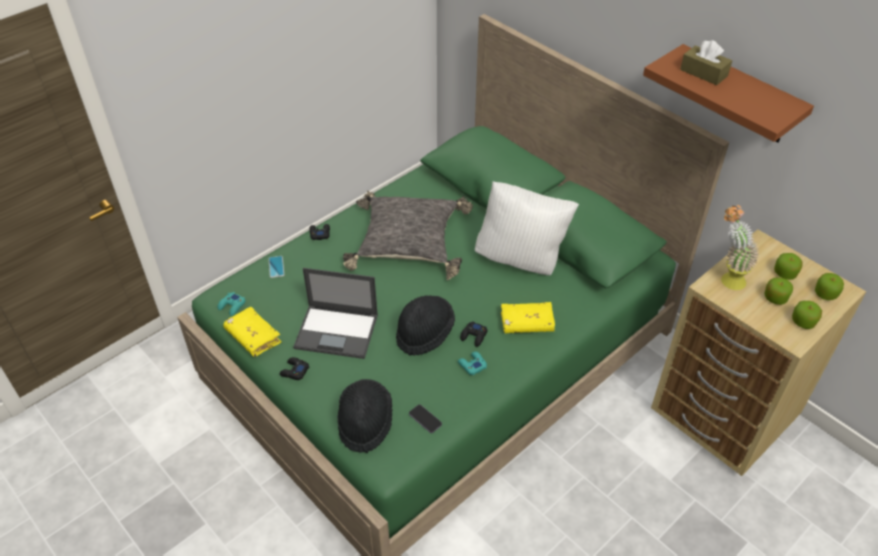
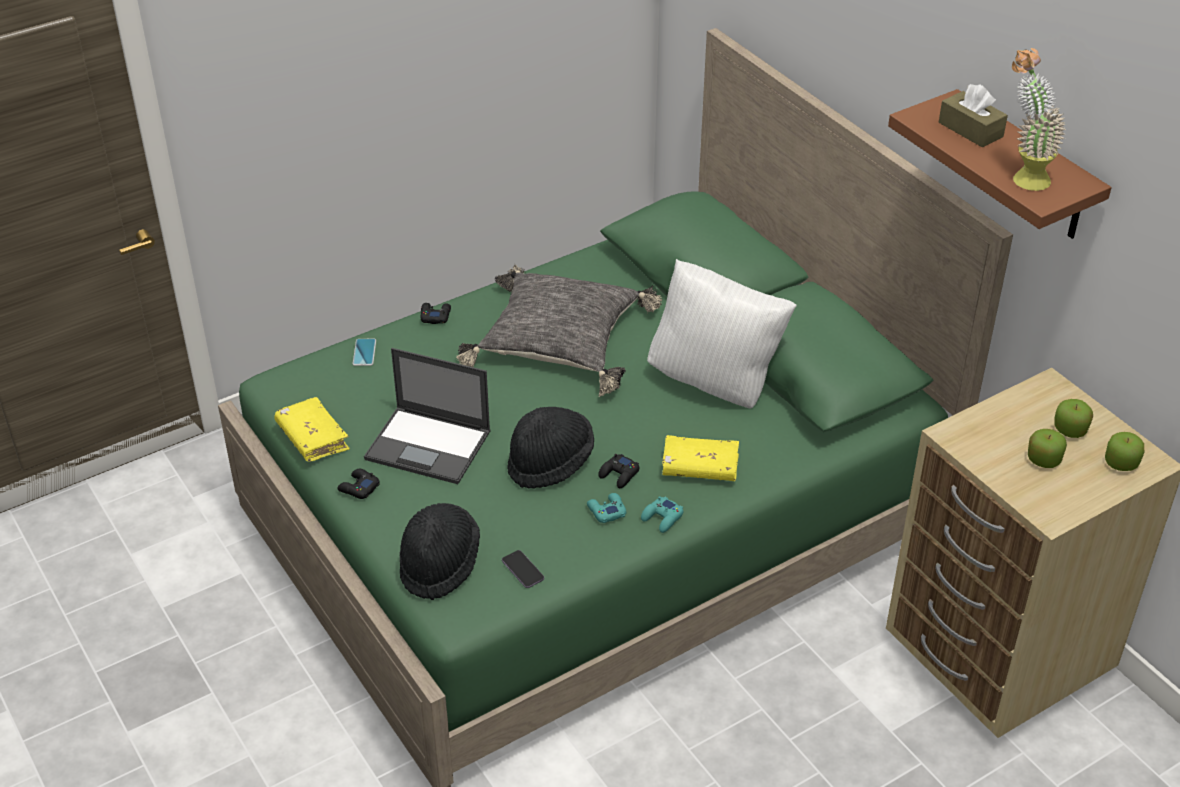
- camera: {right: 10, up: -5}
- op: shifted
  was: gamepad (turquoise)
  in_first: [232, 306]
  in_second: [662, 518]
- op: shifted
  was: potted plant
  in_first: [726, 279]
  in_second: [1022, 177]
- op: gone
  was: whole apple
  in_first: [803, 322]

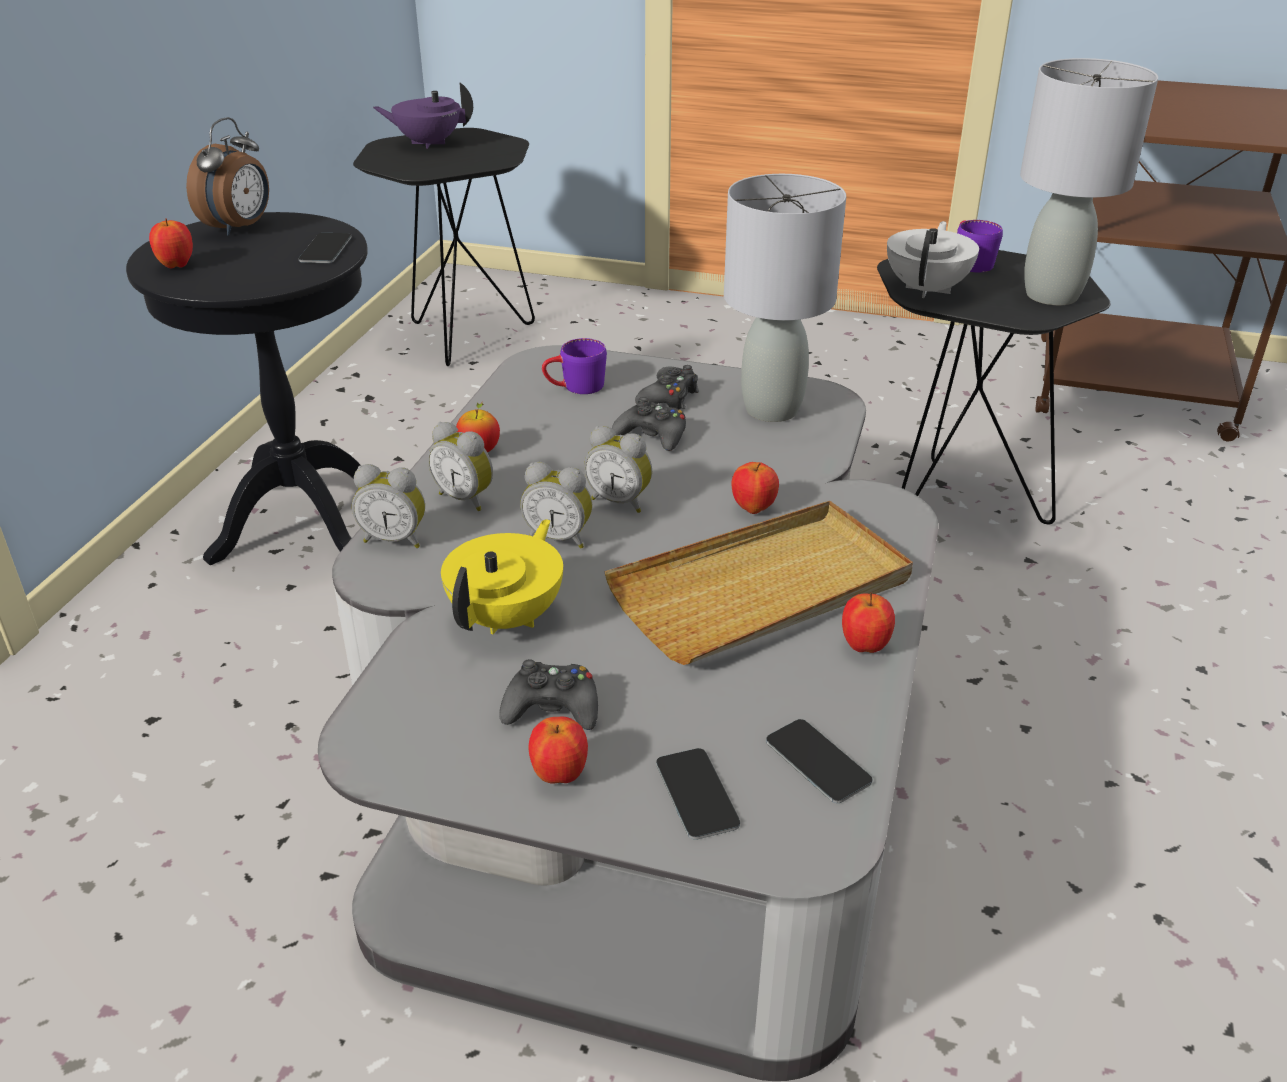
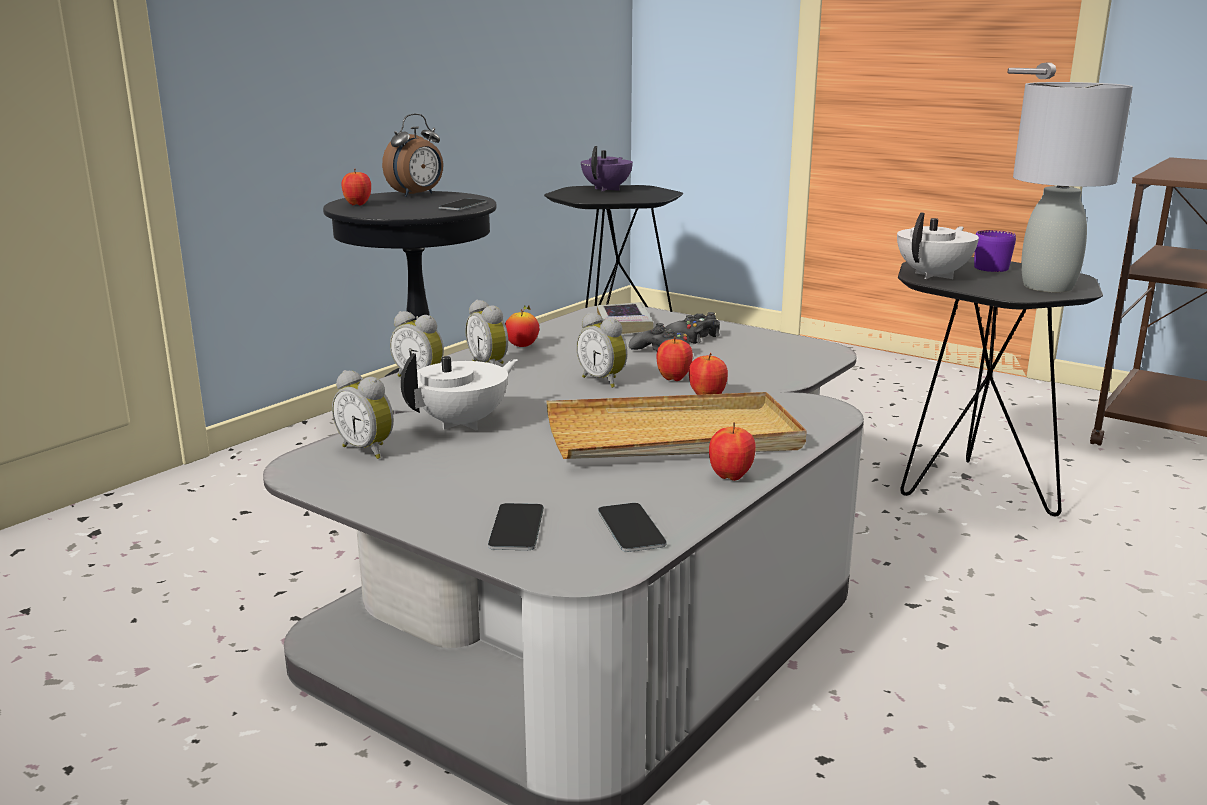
- camera: {right: 20, up: -15}
- op: shifted
  was: table clock
  in_first: [559, 537]
  in_second: [369, 450]
- op: repainted
  was: pot for tea (yellowish)
  now: pot for tea (whitish)
  in_first: [508, 617]
  in_second: [463, 423]
- op: rotated
  was: pot for tea (purplish)
  in_first: [428, 143]
  in_second: [607, 189]
  clockwise: 90
- op: swapped
  was: tea mug (purplish)
  now: book
  in_first: [575, 387]
  in_second: [624, 325]
- op: shifted
  was: whole apple
  in_first: [559, 775]
  in_second: [674, 379]
- op: gone
  was: gamepad (black-coloured)
  in_first: [552, 707]
- op: gone
  was: tabletop lamp (greyish)
  in_first: [771, 410]

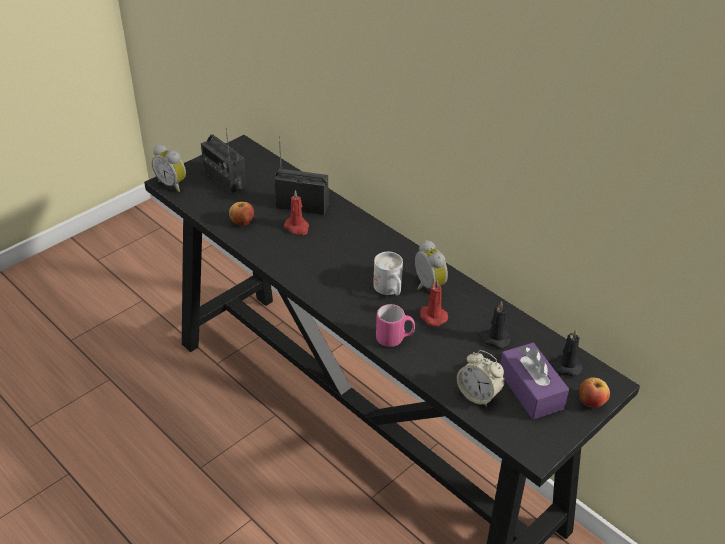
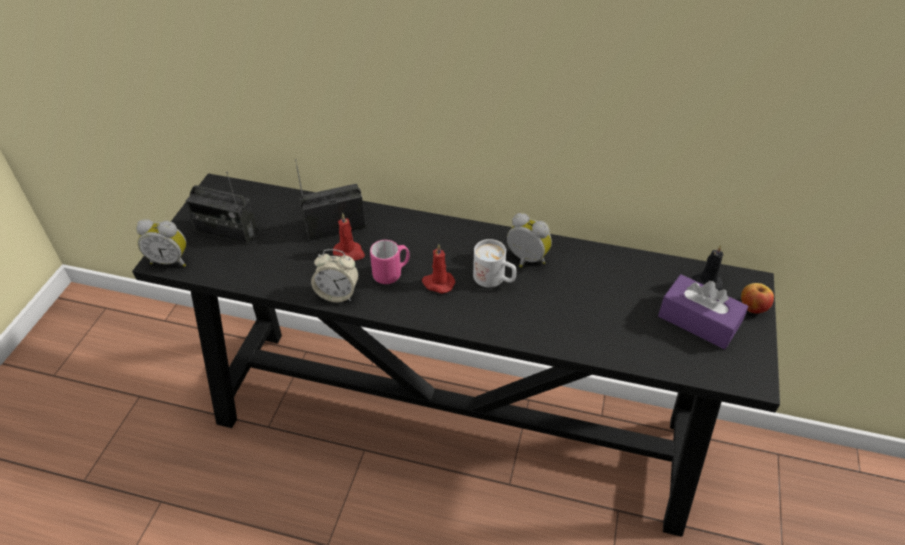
- camera: {right: -30, up: 5}
- op: shifted
  was: table clock
  in_first: [478, 395]
  in_second: [337, 293]
- op: shifted
  was: tea mug (pink-coloured)
  in_first: [394, 339]
  in_second: [392, 273]
- op: shifted
  was: wax candle (red)
  in_first: [432, 316]
  in_second: [438, 283]
- op: gone
  was: whole apple
  in_first: [242, 222]
- op: gone
  was: wax candle (black-coloured)
  in_first: [494, 339]

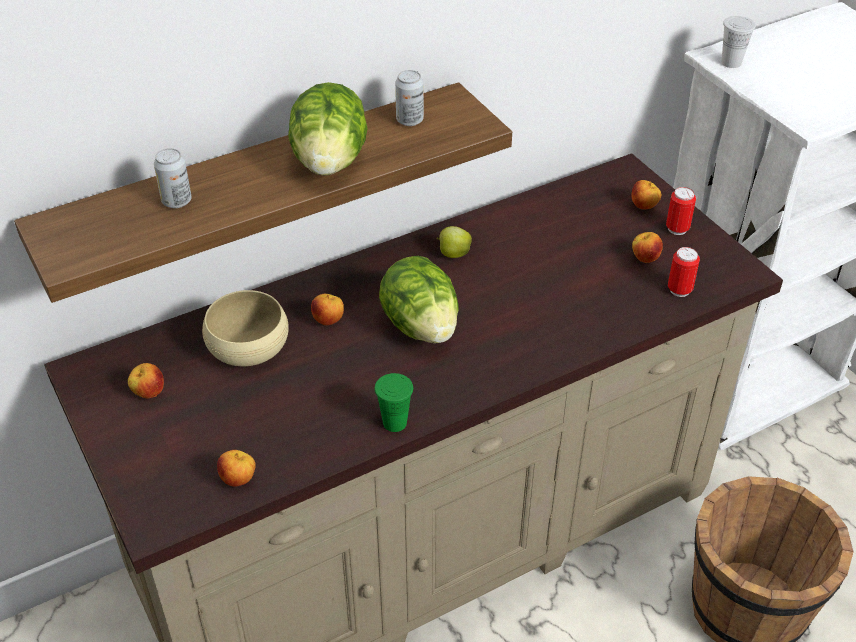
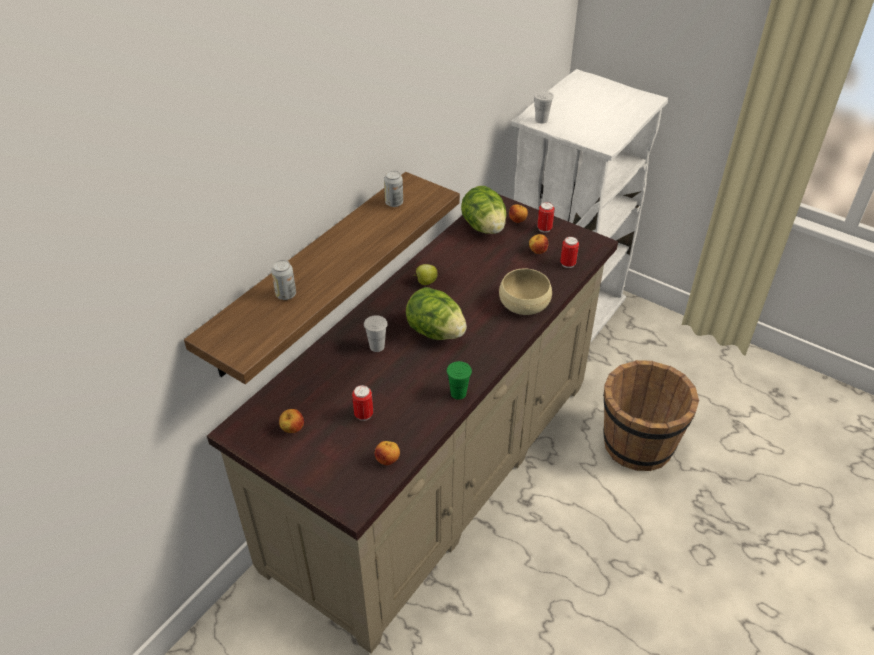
- camera: {right: -25, up: 0}
- op: new
  now: metal can
  in_second: [363, 415]
- op: swapped
  was: whole apple
  now: small cup (whitish)
  in_first: [329, 321]
  in_second: [377, 346]
- op: shifted
  was: lettuce head
  in_first: [330, 162]
  in_second: [484, 227]
- op: shifted
  was: bowl (sand-coloured)
  in_first: [248, 346]
  in_second: [524, 303]

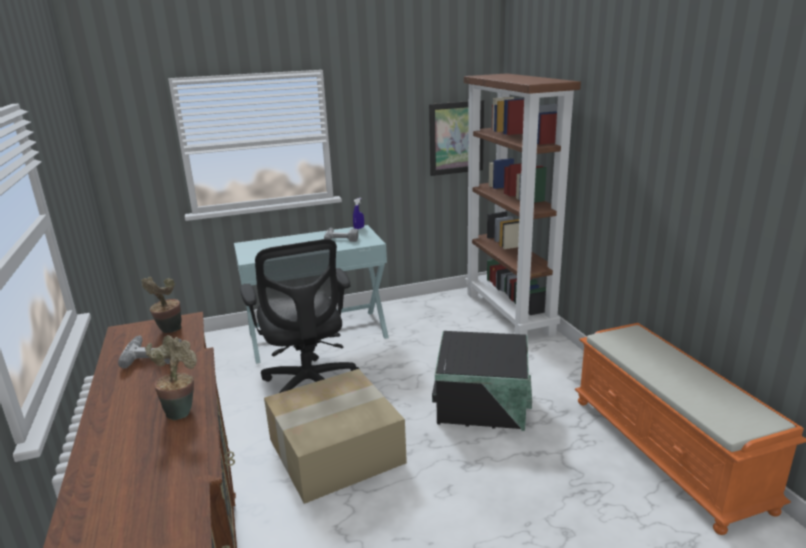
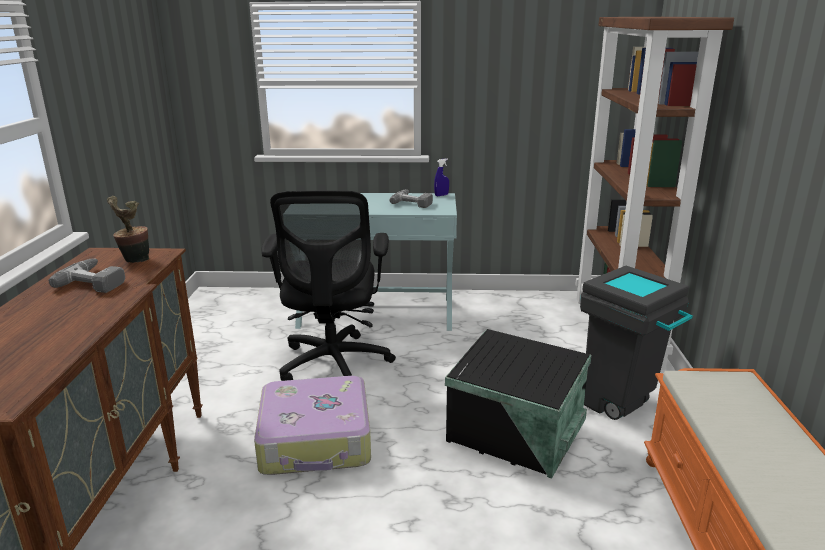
- camera: {right: 20, up: 0}
- op: swapped
  was: packing box
  now: piece of luggage
  in_first: [337, 449]
  in_second: [316, 440]
- op: new
  now: trash can (greyish)
  in_second: [622, 408]
- op: gone
  was: potted plant
  in_first: [181, 410]
- op: gone
  was: wall picture
  in_first: [456, 138]

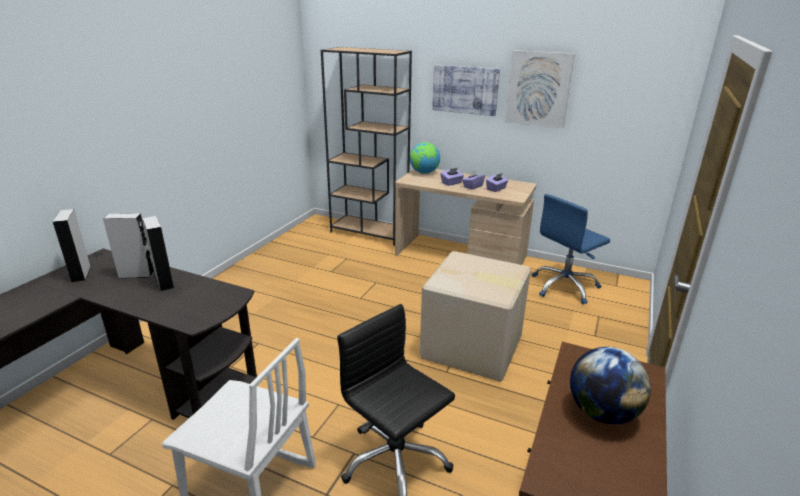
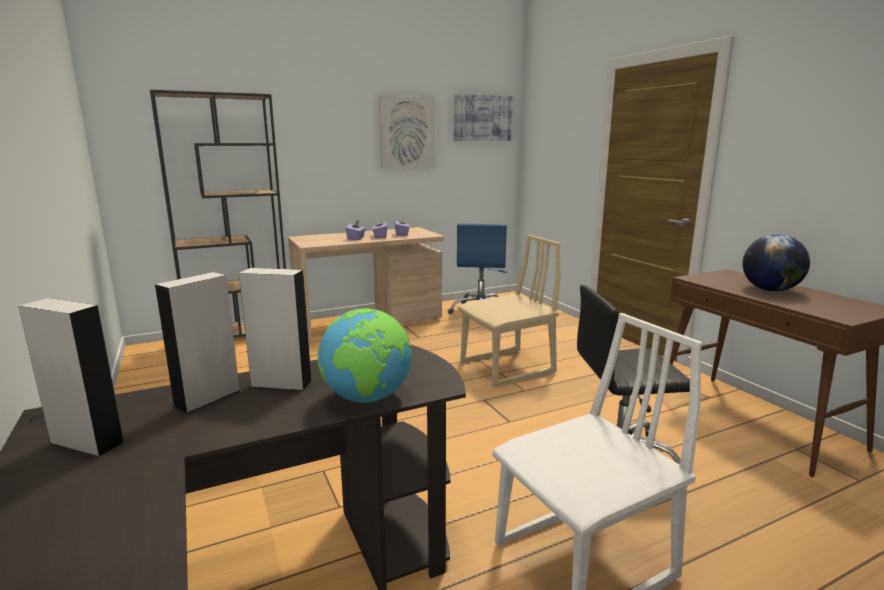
- camera: {right: -50, up: -10}
- op: shifted
  was: world globe
  in_first: [424, 173]
  in_second: [367, 398]
- op: shifted
  was: wall picture
  in_first: [465, 90]
  in_second: [482, 118]
- op: swapped
  was: packing box
  now: plain chair (sand-coloured)
  in_first: [472, 348]
  in_second: [507, 368]

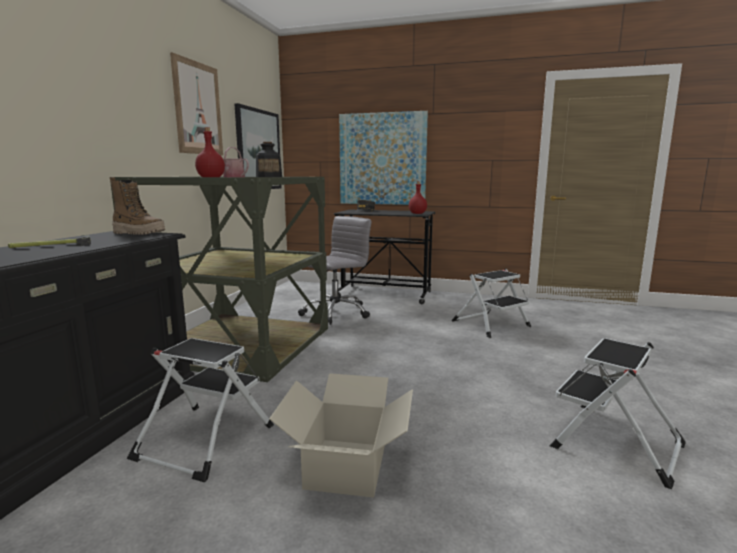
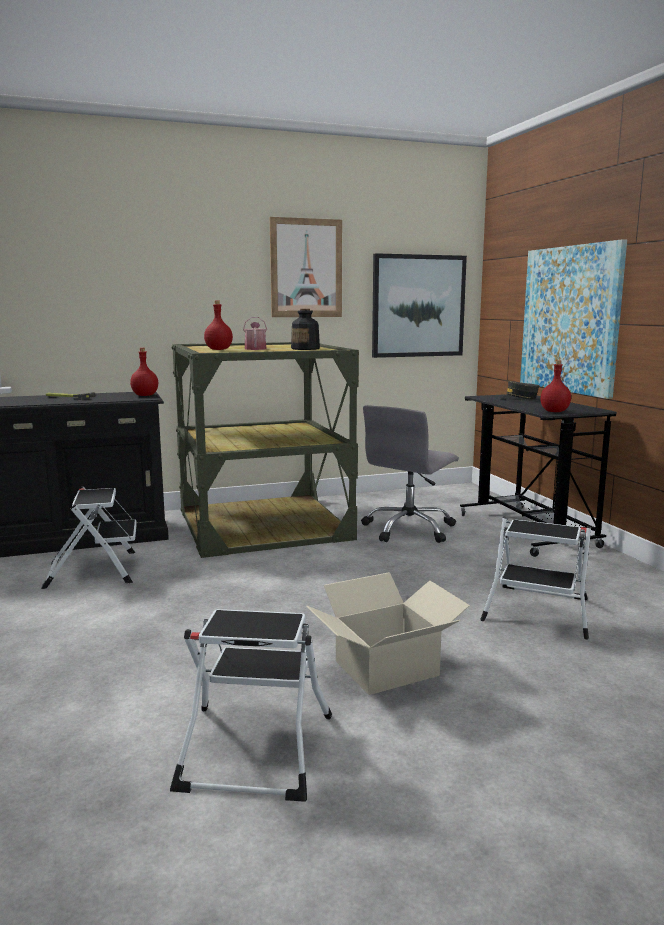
- camera: {right: 55, up: 0}
- op: swapped
  was: boot
  now: drink bottle (red)
  in_first: [139, 233]
  in_second: [145, 395]
- op: shifted
  was: packing box
  in_first: [347, 466]
  in_second: [387, 668]
- op: rotated
  was: desk chair (greyish)
  in_first: [335, 313]
  in_second: [409, 529]
  clockwise: 120

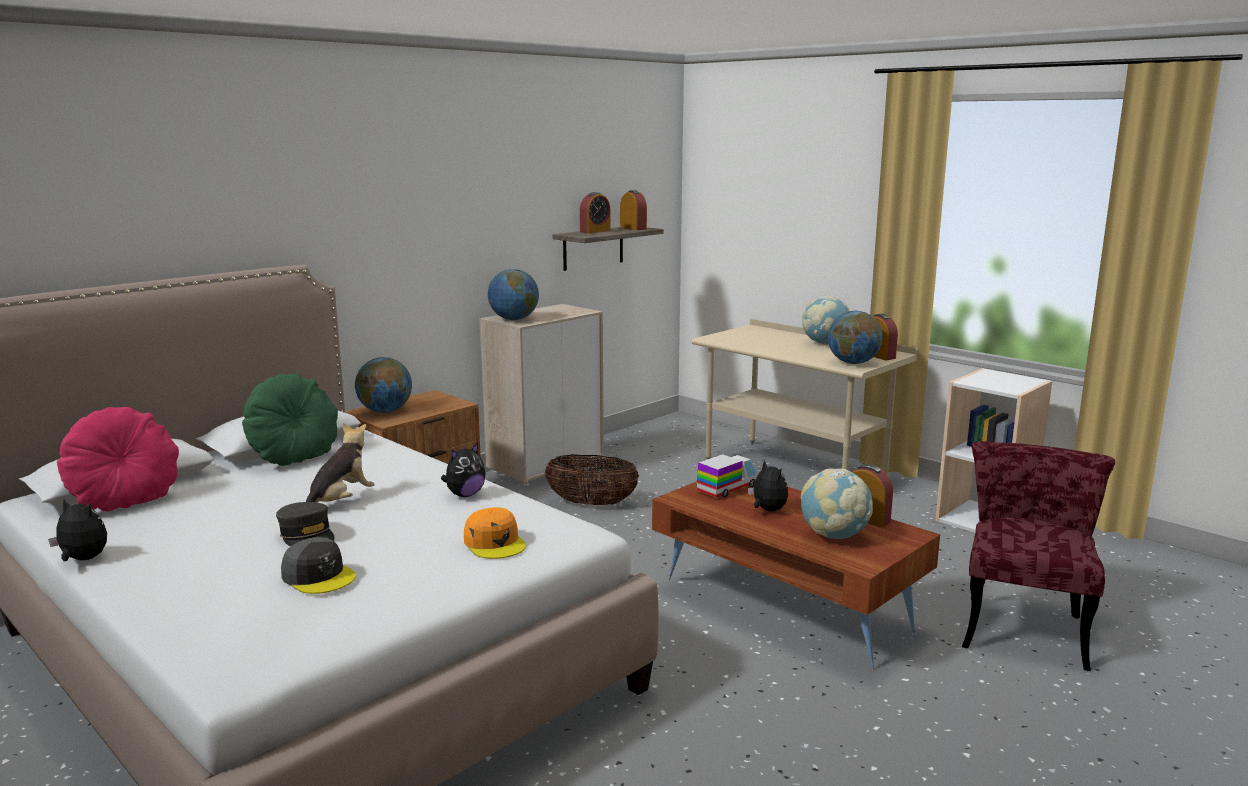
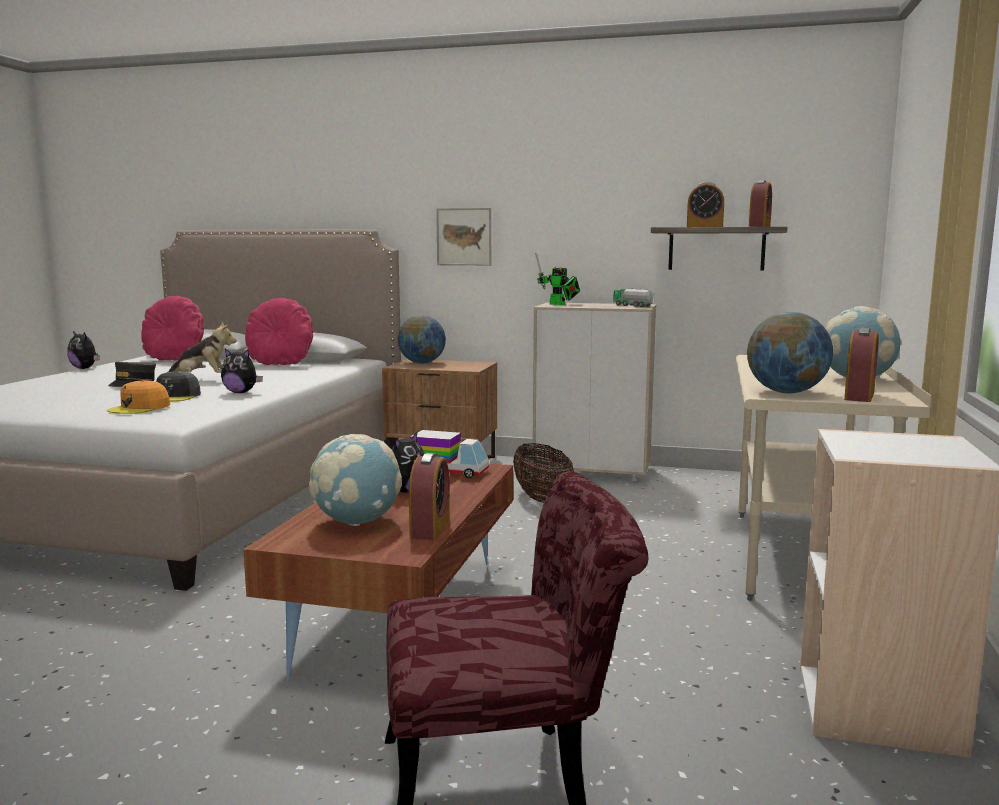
- camera: {right: 60, up: -5}
- op: rotated
  was: plush toy
  in_first: [82, 559]
  in_second: [85, 368]
  clockwise: 135
- op: shifted
  was: peaked cap (greyish)
  in_first: [318, 576]
  in_second: [175, 396]
- op: repainted
  was: cushion (green)
  now: cushion (pink-coloured)
  in_first: [295, 459]
  in_second: [281, 364]
- op: new
  now: wall picture
  in_second: [464, 237]
- op: swapped
  was: world globe
  now: model robot
  in_first: [514, 319]
  in_second: [559, 304]
- op: new
  now: model truck
  in_second: [633, 306]

